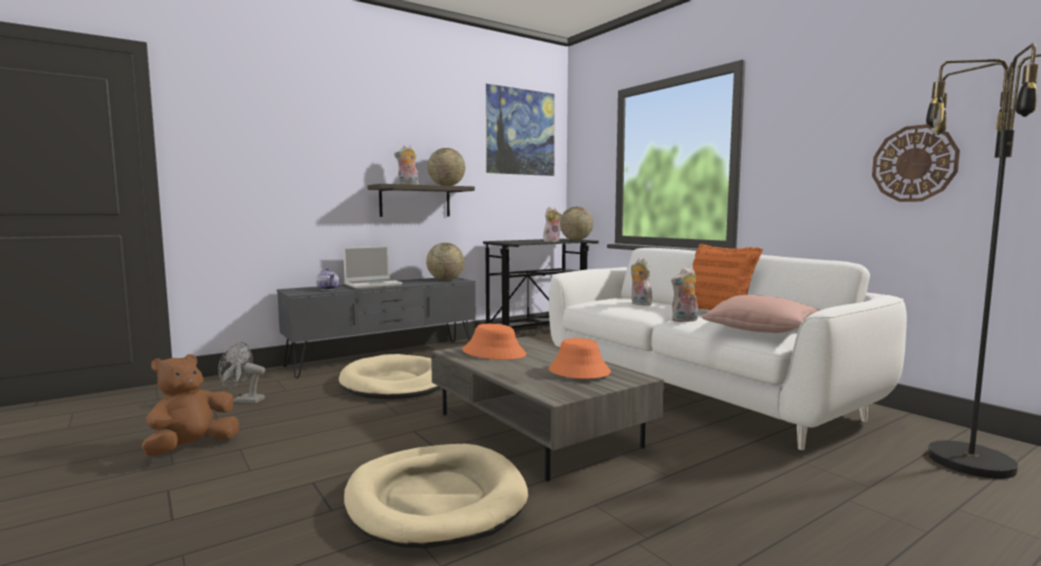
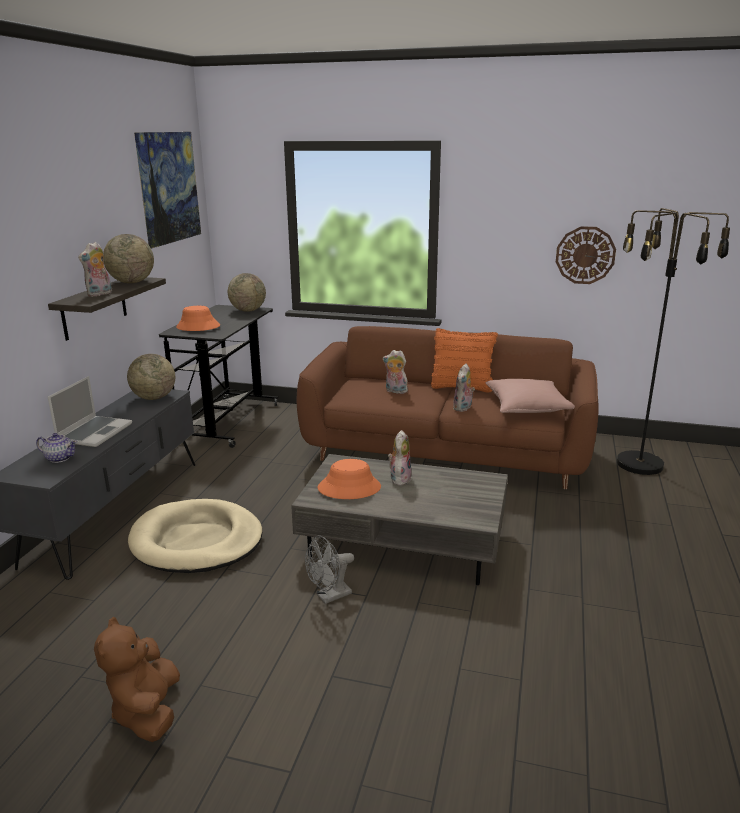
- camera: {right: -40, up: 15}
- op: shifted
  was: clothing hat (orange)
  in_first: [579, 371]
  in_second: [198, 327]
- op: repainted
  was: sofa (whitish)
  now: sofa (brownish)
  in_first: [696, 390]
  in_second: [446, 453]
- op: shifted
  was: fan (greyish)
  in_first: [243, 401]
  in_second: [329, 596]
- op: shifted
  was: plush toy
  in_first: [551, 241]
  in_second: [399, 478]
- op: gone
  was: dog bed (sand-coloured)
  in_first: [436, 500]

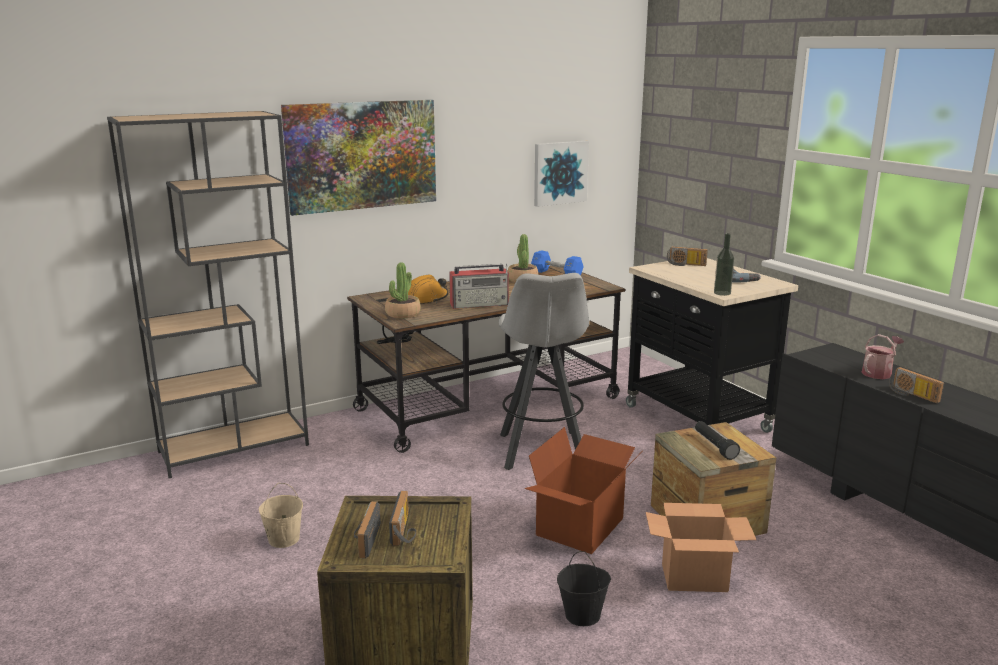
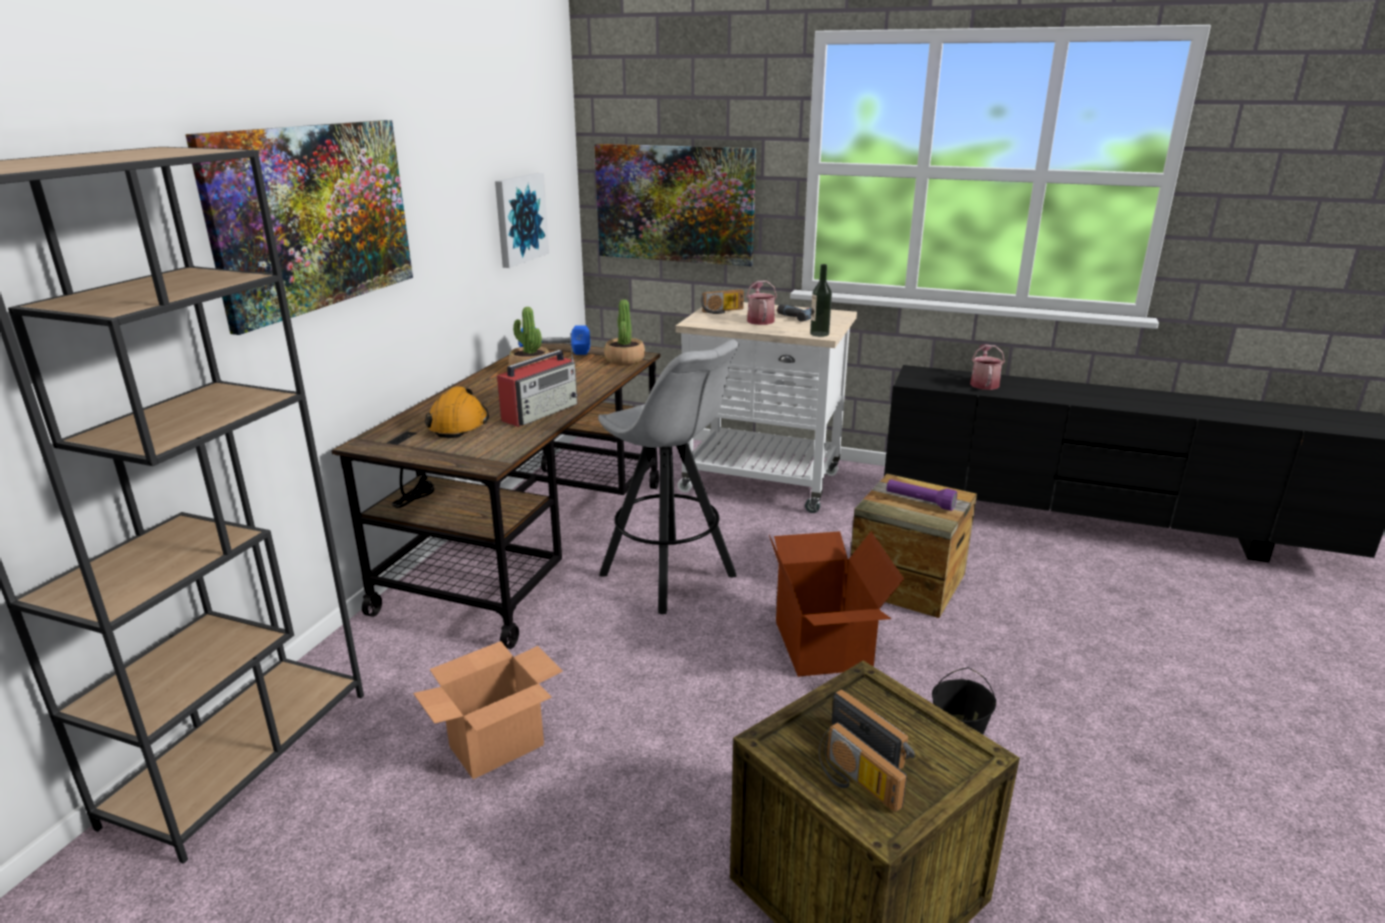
- camera: {right: -40, up: 5}
- op: shifted
  was: packing box
  in_first: [695, 578]
  in_second: [497, 745]
- op: new
  now: wall picture
  in_second: [674, 204]
- op: shifted
  was: potted plant
  in_first: [403, 314]
  in_second: [624, 359]
- op: repainted
  was: trolley (black-coloured)
  now: trolley (whitish)
  in_first: [698, 419]
  in_second: [762, 483]
- op: new
  now: watering pot
  in_second: [760, 319]
- op: repainted
  was: torch (black-coloured)
  now: torch (purplish)
  in_first: [714, 446]
  in_second: [919, 502]
- op: gone
  was: water bucket (sand-coloured)
  in_first: [283, 539]
- op: gone
  was: radio set
  in_first: [911, 395]

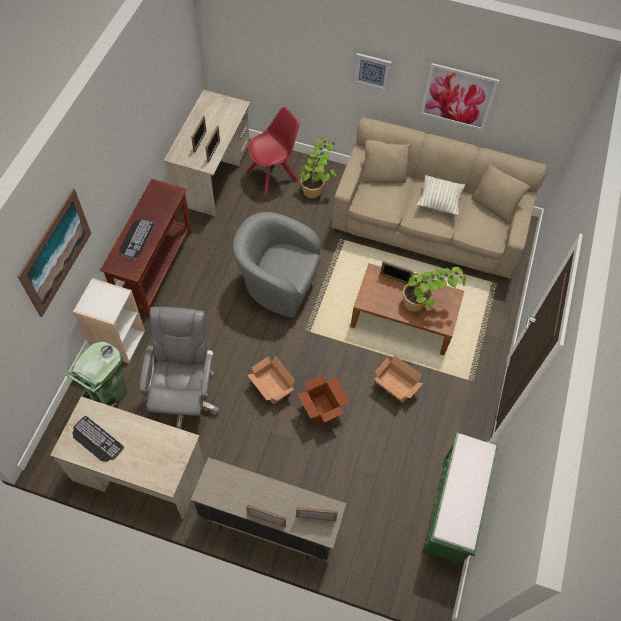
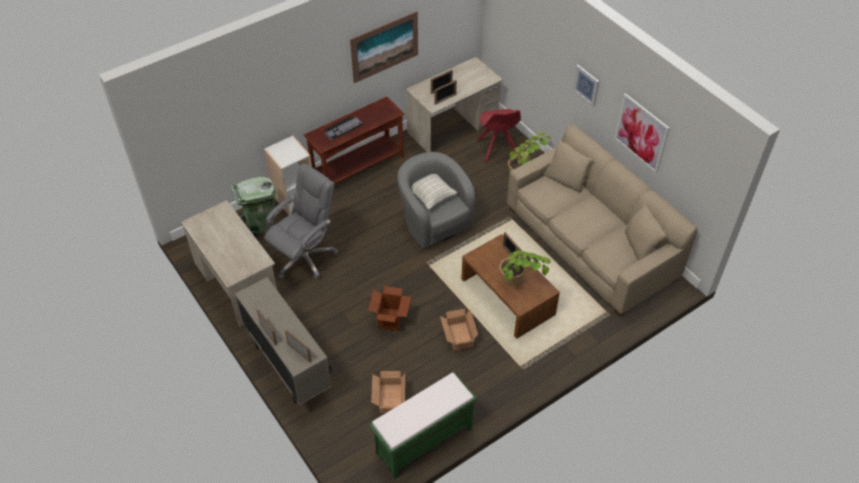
- camera: {right: 40, up: -10}
- op: shifted
  was: wall picture
  in_first: [56, 253]
  in_second: [384, 47]
- op: shifted
  was: packing box
  in_first: [271, 387]
  in_second: [389, 399]
- op: shifted
  was: cushion
  in_first: [439, 202]
  in_second: [431, 197]
- op: rotated
  was: plain chair (red)
  in_first: [273, 175]
  in_second: [497, 149]
  clockwise: 75
- op: gone
  was: computer keyboard
  in_first: [95, 440]

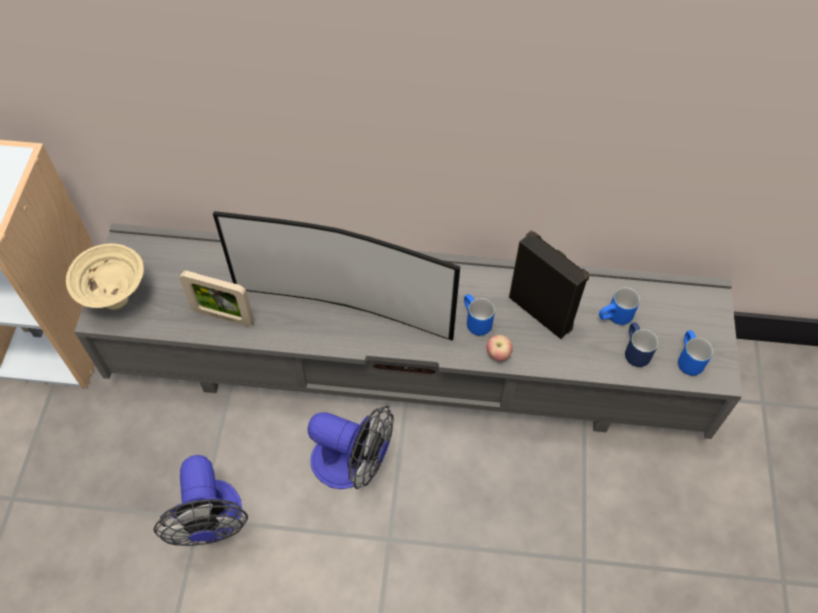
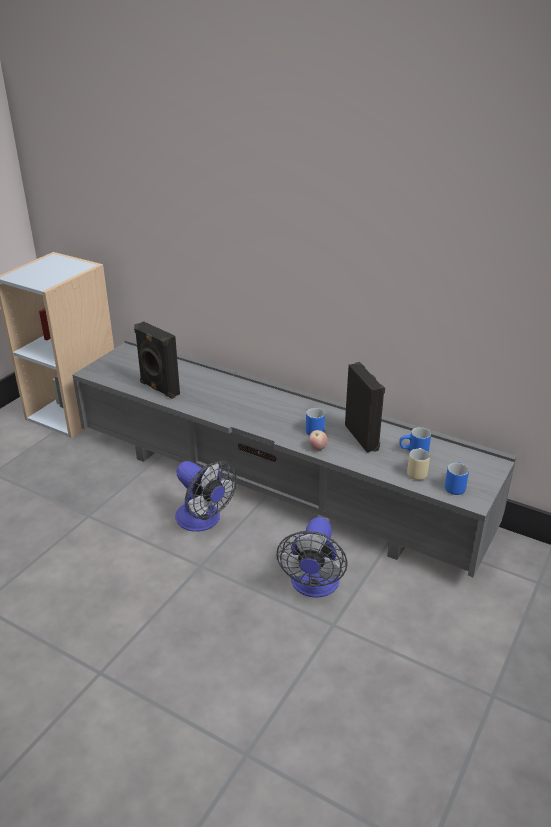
- camera: {right: 25, up: -25}
- op: swapped
  was: standing frame
  now: audio speaker (black-coloured)
  in_first: [223, 316]
  in_second: [158, 389]
- op: shifted
  was: fan
  in_first: [213, 522]
  in_second: [313, 586]
- op: repainted
  was: tea mug (blue-coloured)
  now: tea mug (sand-coloured)
  in_first: [633, 351]
  in_second: [415, 472]
- op: gone
  was: bowl (sand-coloured)
  in_first: [117, 298]
- op: gone
  was: TV
  in_first: [345, 305]

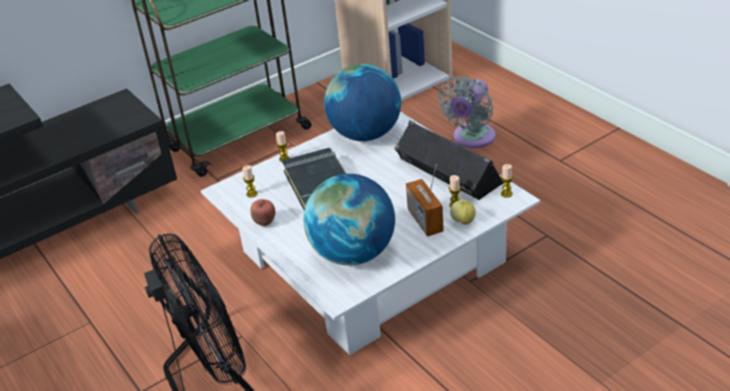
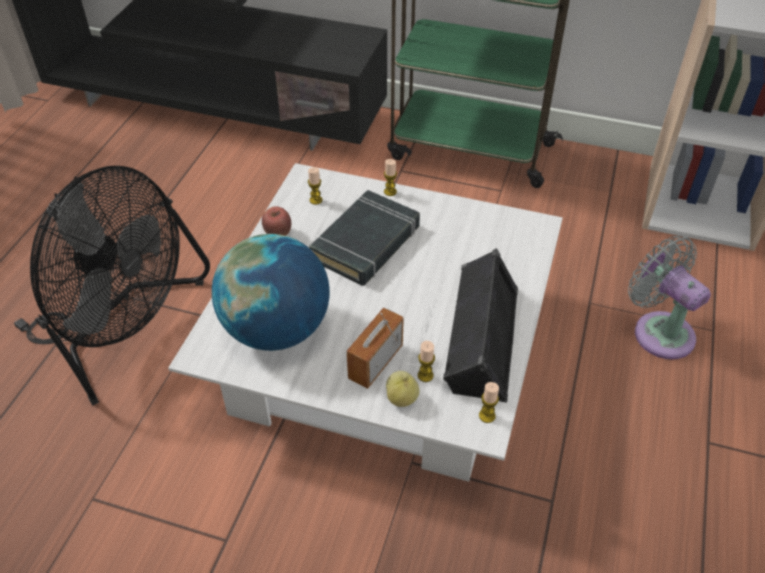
- camera: {right: 50, up: 10}
- op: rotated
  was: fan (greyish)
  in_first: [471, 139]
  in_second: [659, 331]
  clockwise: 60
- op: gone
  was: world globe
  in_first: [365, 134]

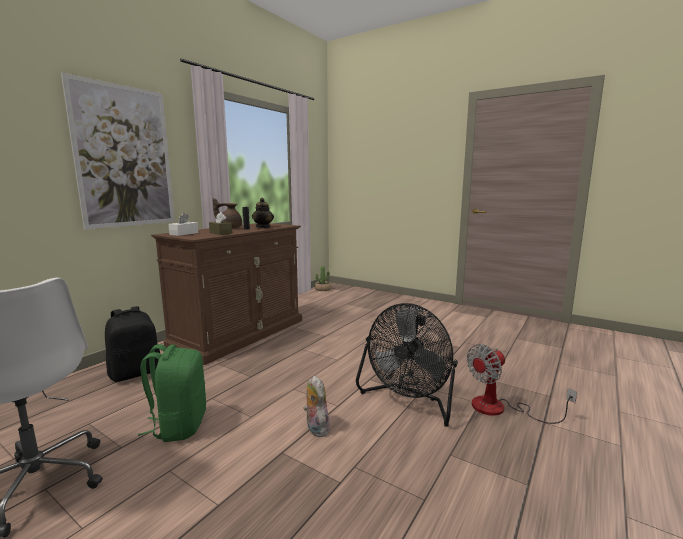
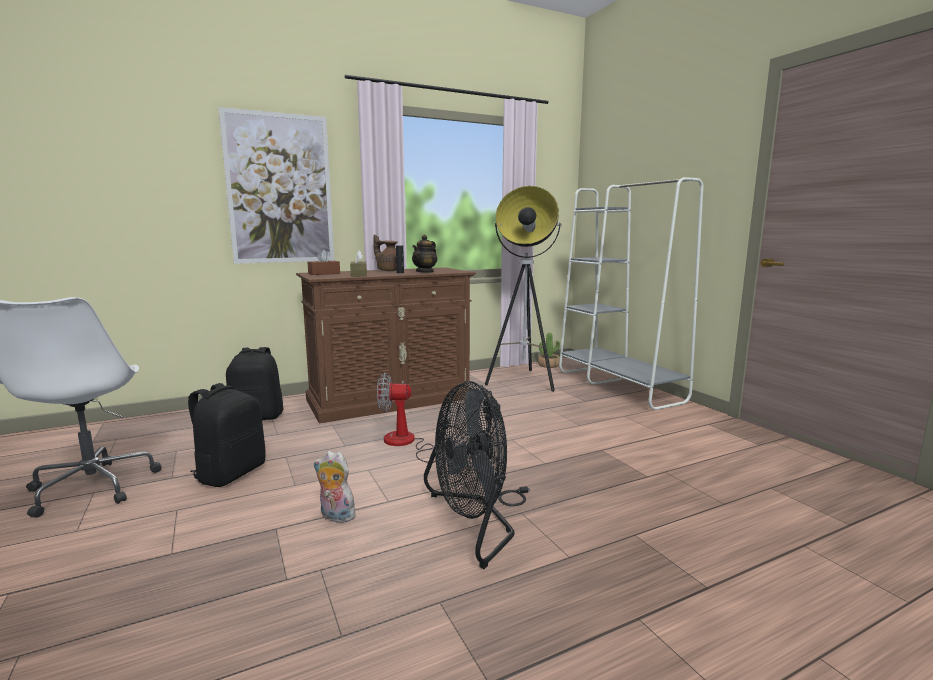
- camera: {right: 30, up: 0}
- op: repainted
  was: rucksack (green)
  now: rucksack (black-coloured)
  in_first: [179, 425]
  in_second: [230, 473]
- op: repainted
  was: tissue box (whitish)
  now: tissue box (brownish)
  in_first: [184, 234]
  in_second: [324, 273]
- op: rotated
  was: plush toy
  in_first: [315, 428]
  in_second: [335, 517]
  clockwise: -75
- op: shifted
  was: fan
  in_first: [500, 409]
  in_second: [405, 443]
- op: new
  now: standard lamp
  in_second: [523, 381]
- op: new
  now: clothes rack (greyish)
  in_second: [619, 387]

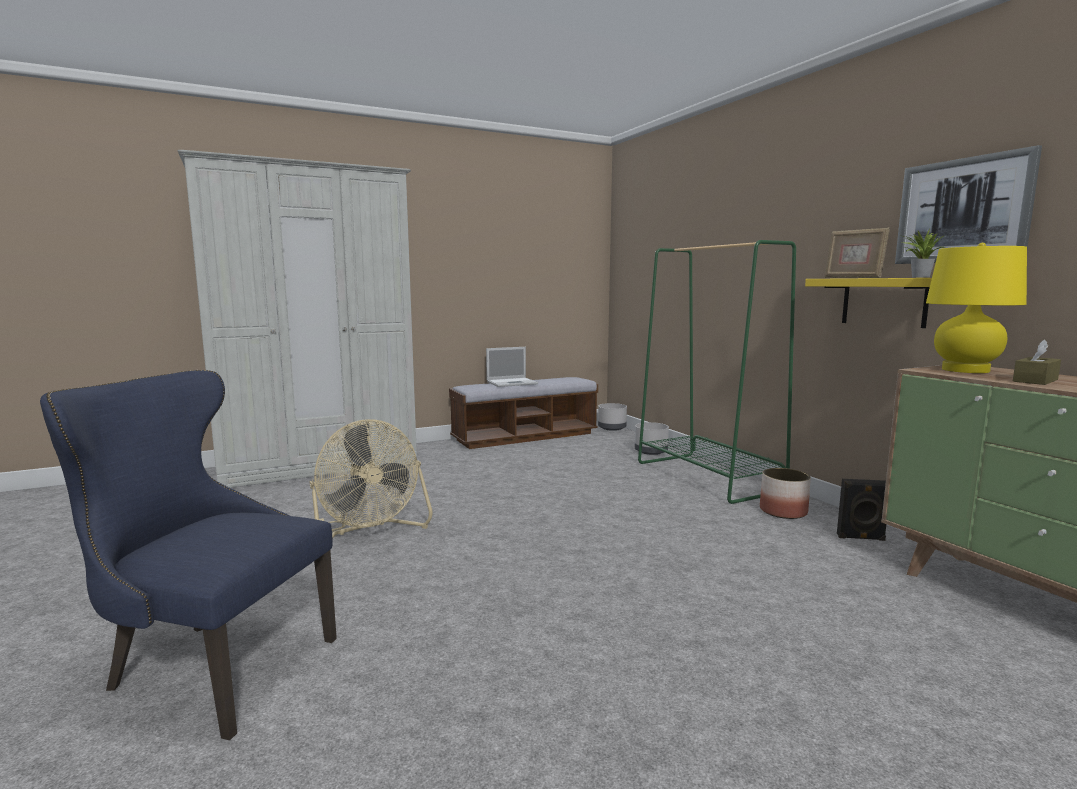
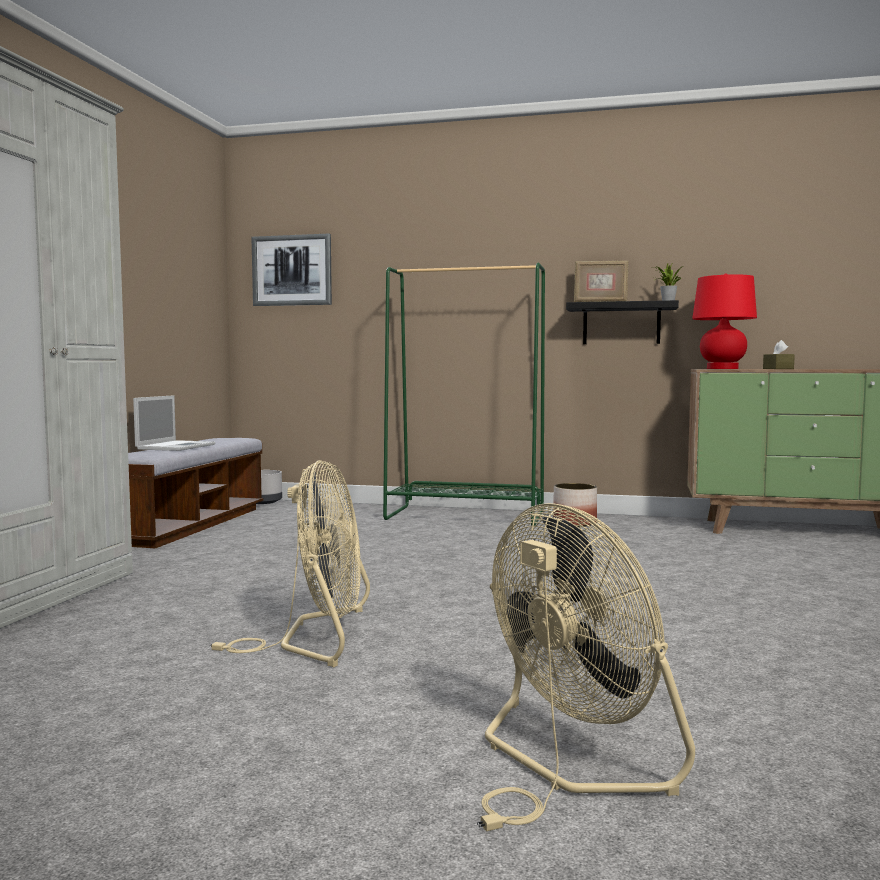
- camera: {right: -50, up: -5}
- op: shifted
  was: wall picture
  in_first: [962, 211]
  in_second: [292, 270]
- op: swapped
  was: plain chair (blue-coloured)
  now: fan (sand-coloured)
  in_first: [214, 667]
  in_second: [556, 761]
- op: repainted
  was: wall shelf (yellowish)
  now: wall shelf (black-coloured)
  in_first: [884, 302]
  in_second: [621, 324]
- op: repainted
  was: tabletop lamp (yellowish)
  now: tabletop lamp (red)
  in_first: [965, 370]
  in_second: [722, 368]
- op: gone
  was: plant pot (greyish)
  in_first: [651, 451]
- op: gone
  was: audio speaker (black-coloured)
  in_first: [861, 538]

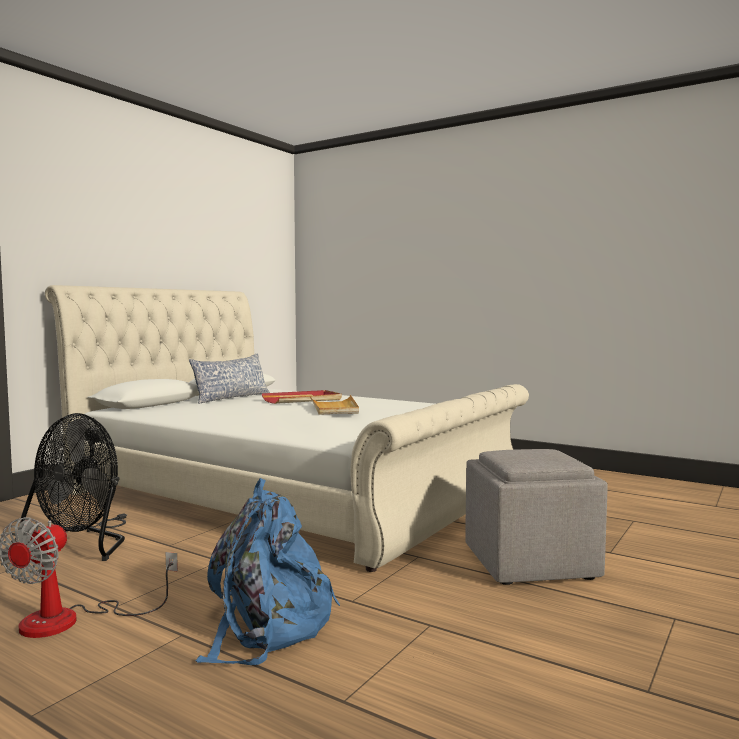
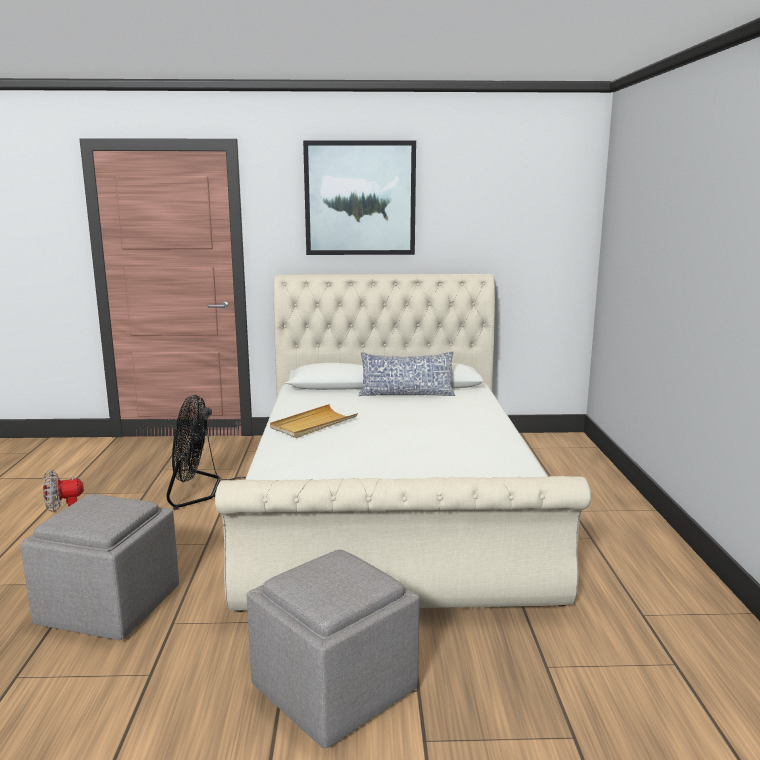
- camera: {right: 55, up: 10}
- op: swapped
  was: rucksack (blue-coloured)
  now: pouffe (greyish)
  in_first: [266, 626]
  in_second: [109, 606]
- op: shifted
  was: carrying tray (sand-coloured)
  in_first: [334, 408]
  in_second: [313, 424]
- op: new
  now: wall picture
  in_second: [360, 198]
- op: gone
  was: carrying tray (red)
  in_first: [302, 400]

